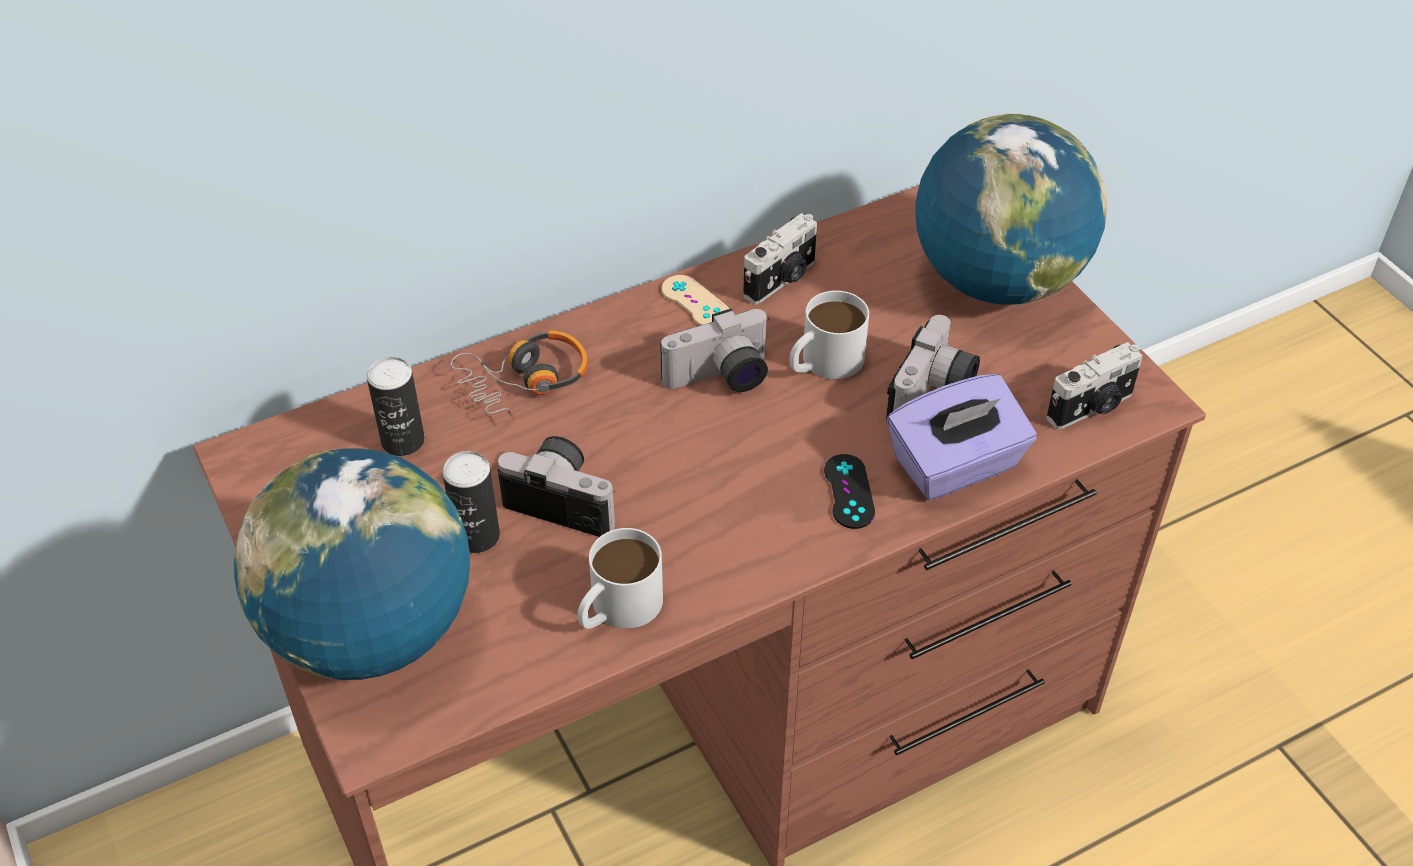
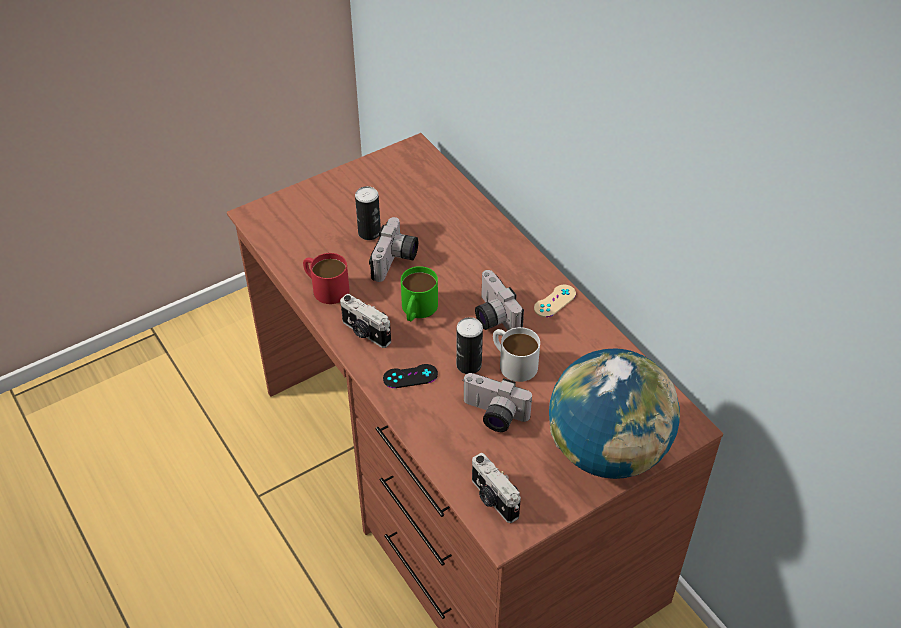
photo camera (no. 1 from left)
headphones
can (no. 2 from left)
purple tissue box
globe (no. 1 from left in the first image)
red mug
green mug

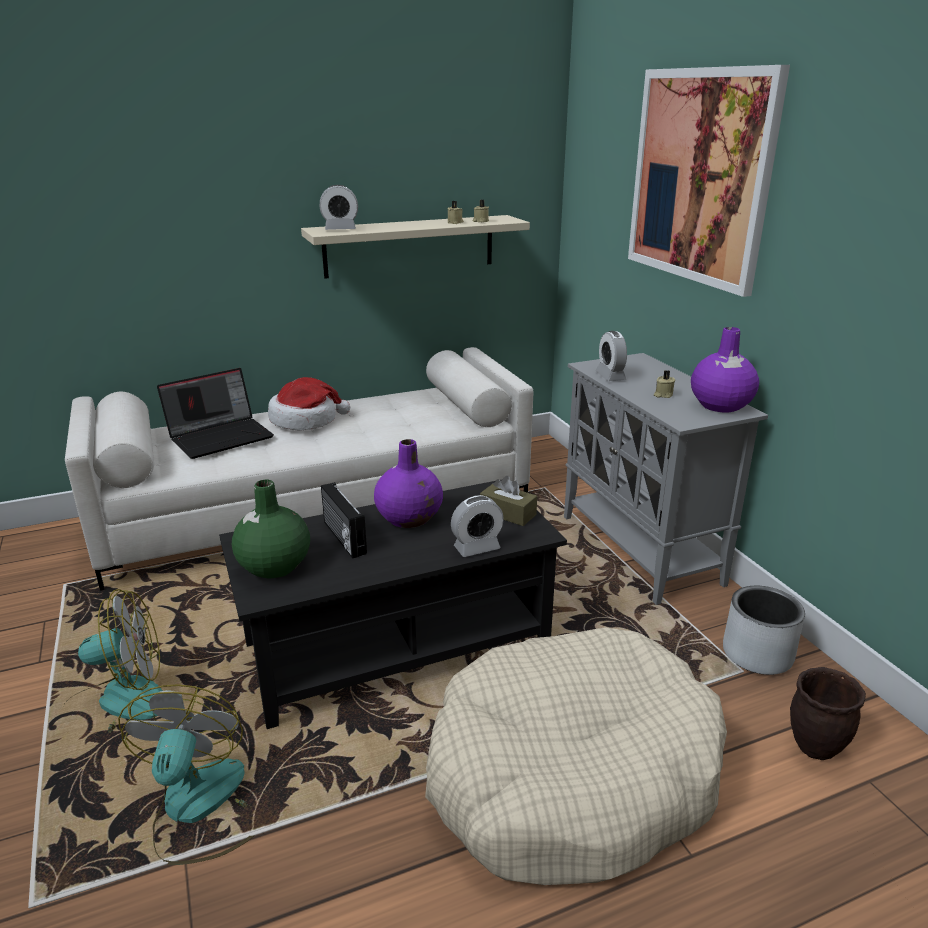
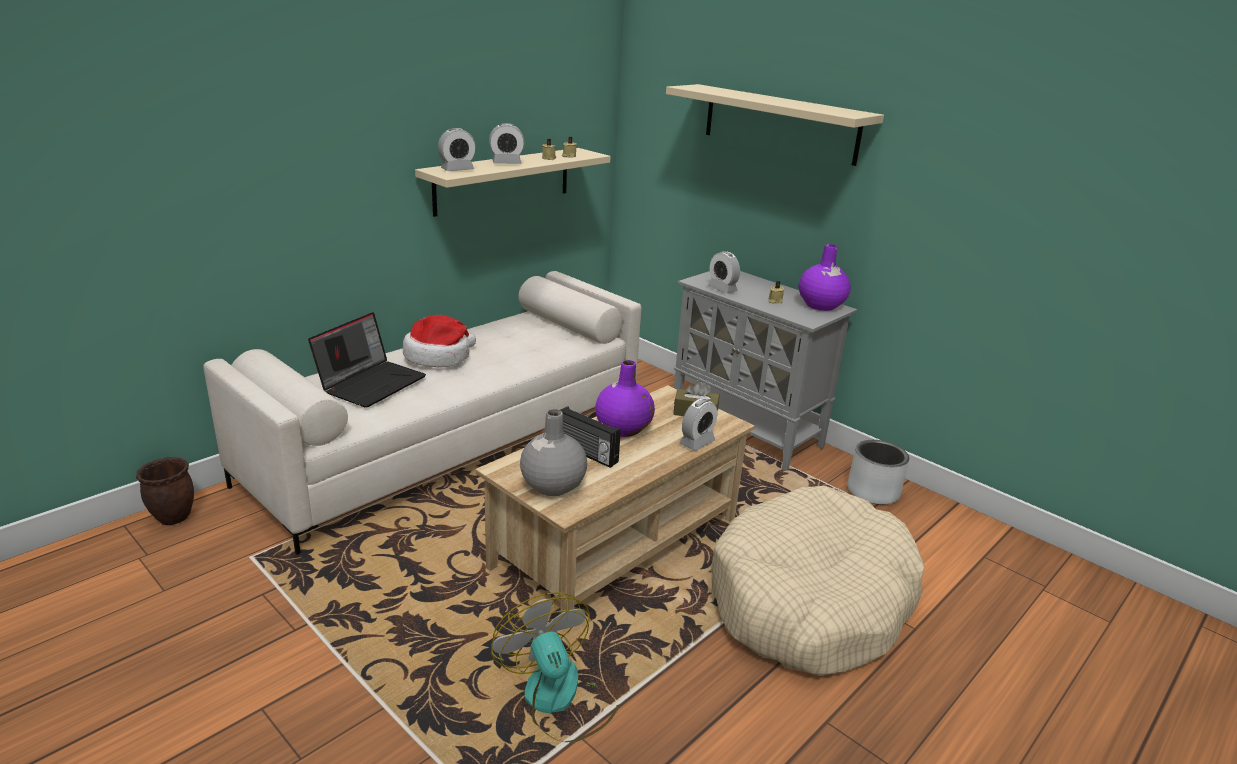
beige shelf (no. 2 from left)
beige coffee table
grey vase
fan (no. 1 from left in the first image)
brown planter
alarm clock (no. 2 from left)

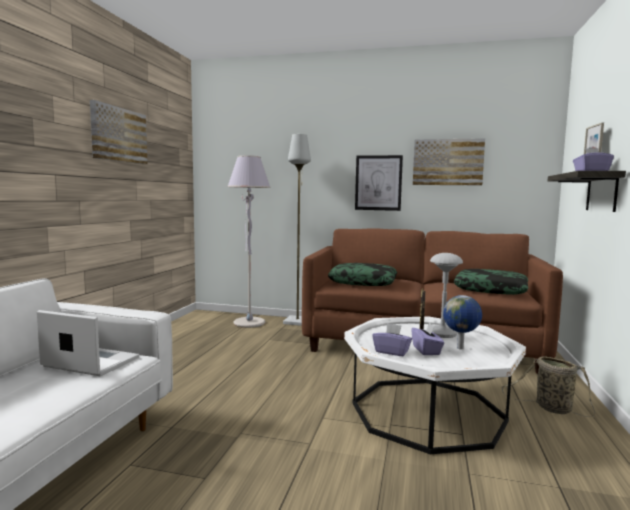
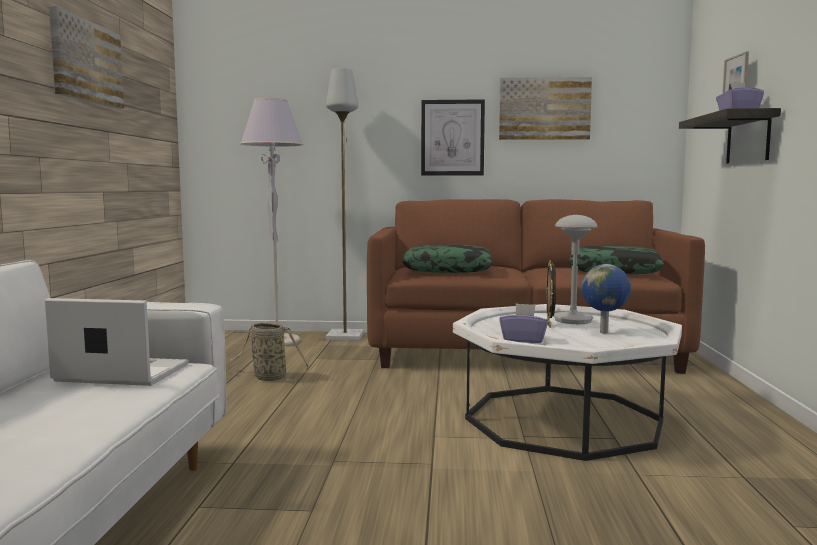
purple tissue box (no. 2 from left in the first image)
basket

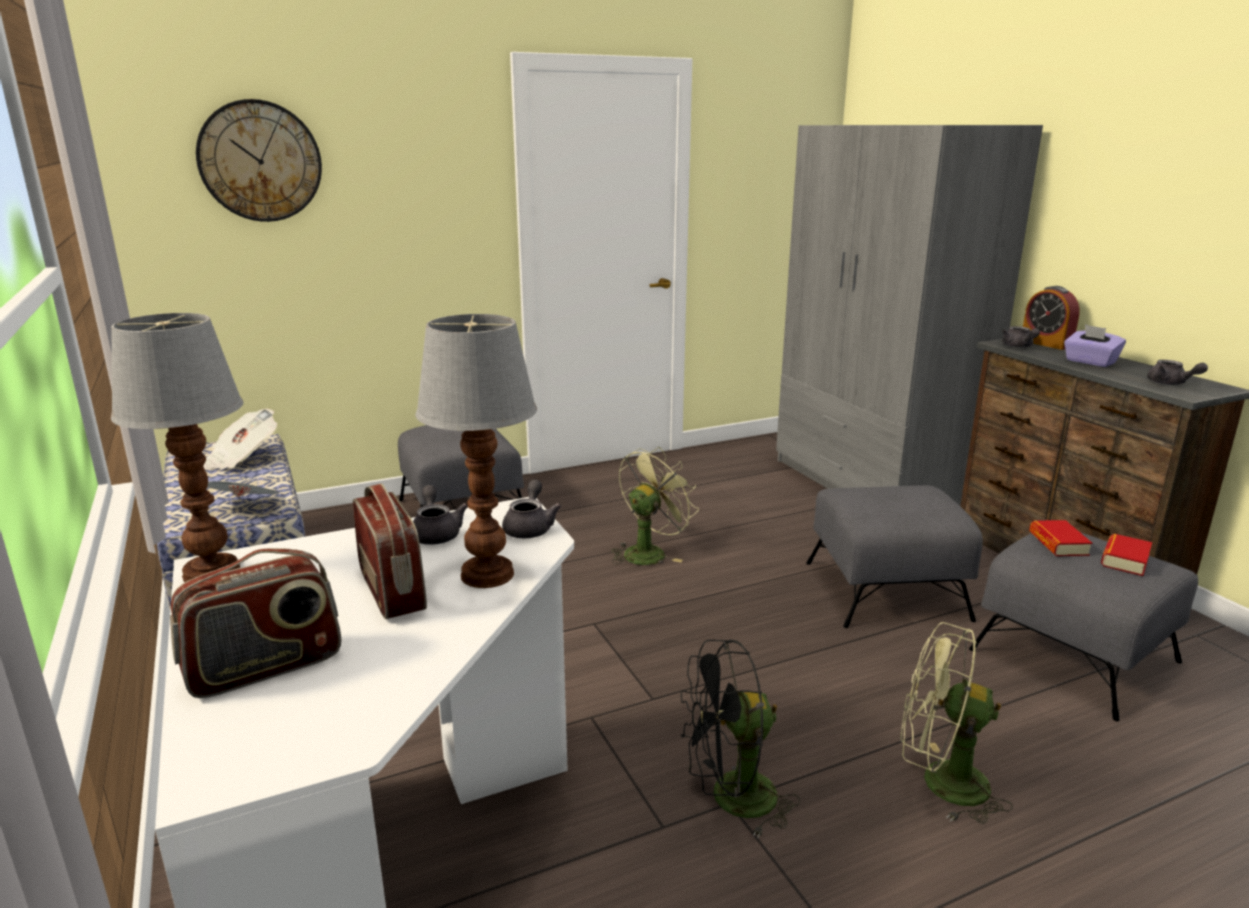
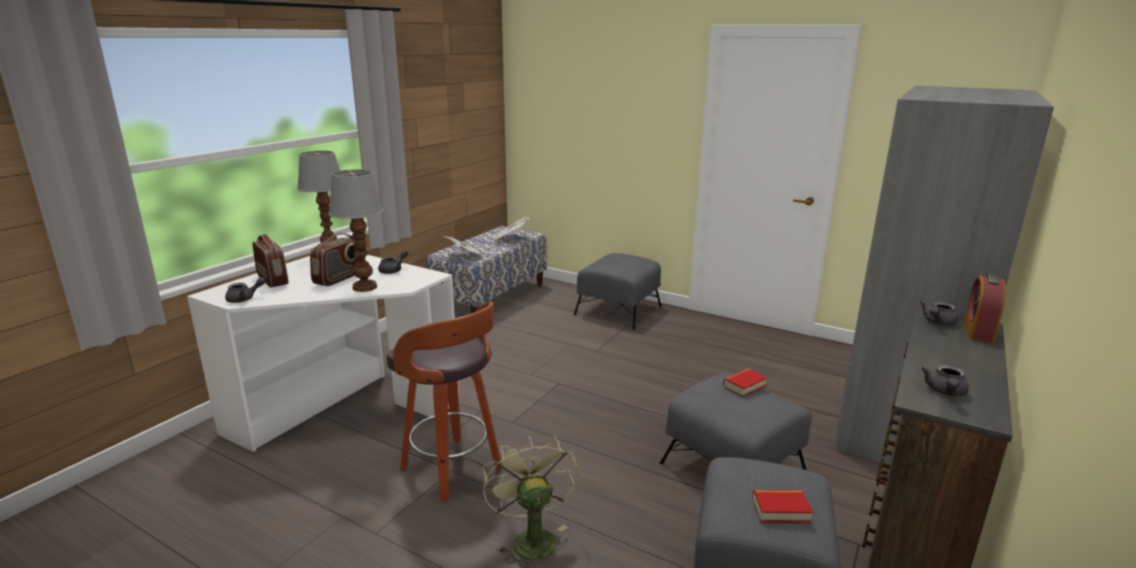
wall clock
purple tissue box
green fan (no. 1 from left in the first image)
grey teapot (no. 1 from left)
book (no. 1 from left)
radio (no. 1 from left)
stool

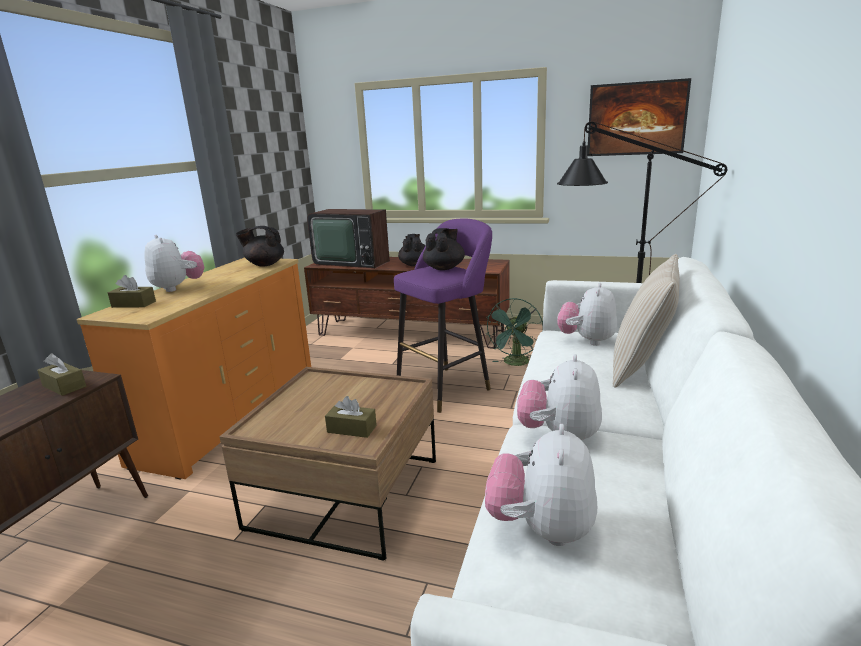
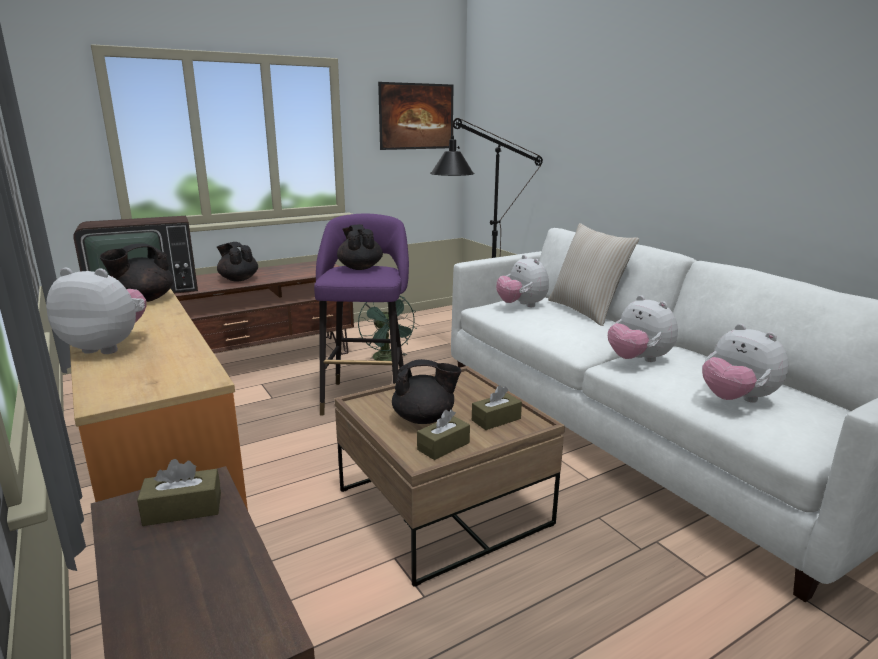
brown tissue box (no. 2 from left)
black teapot (no. 4 from left)

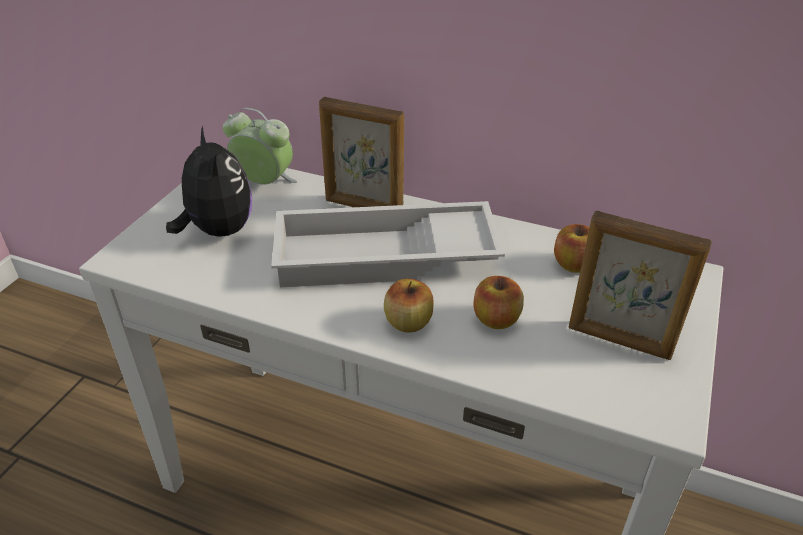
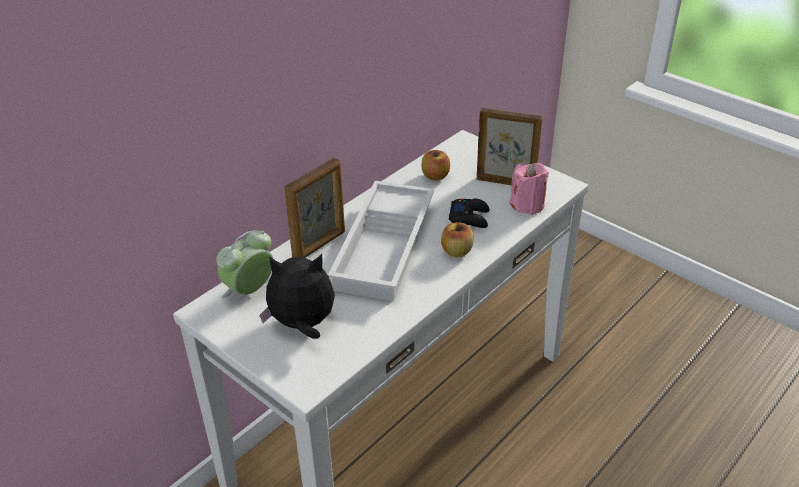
picture frame (no. 2 from left)
black game controller
pink candle

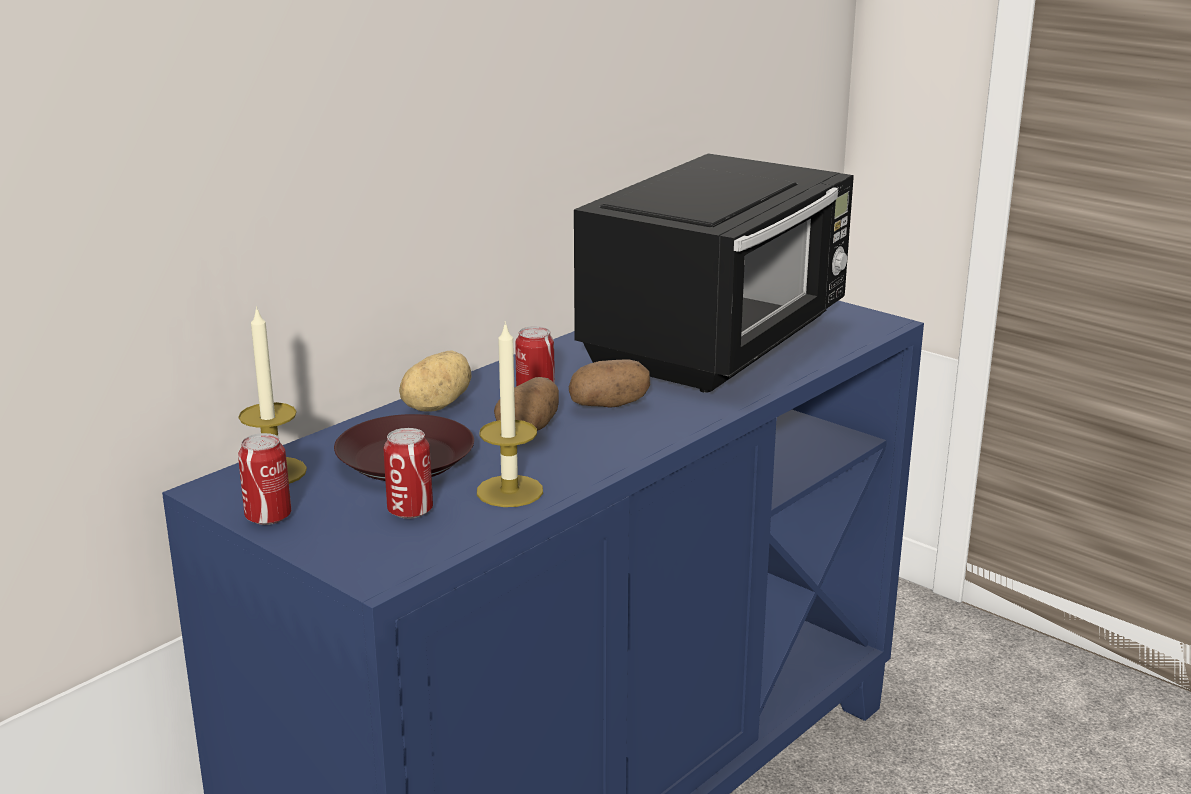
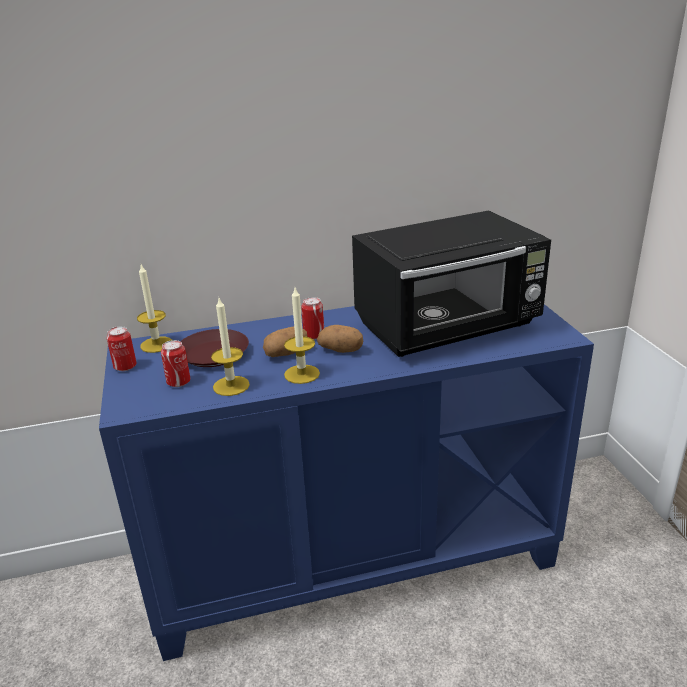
potato (no. 1 from left in the first image)
candle (no. 3 from left)

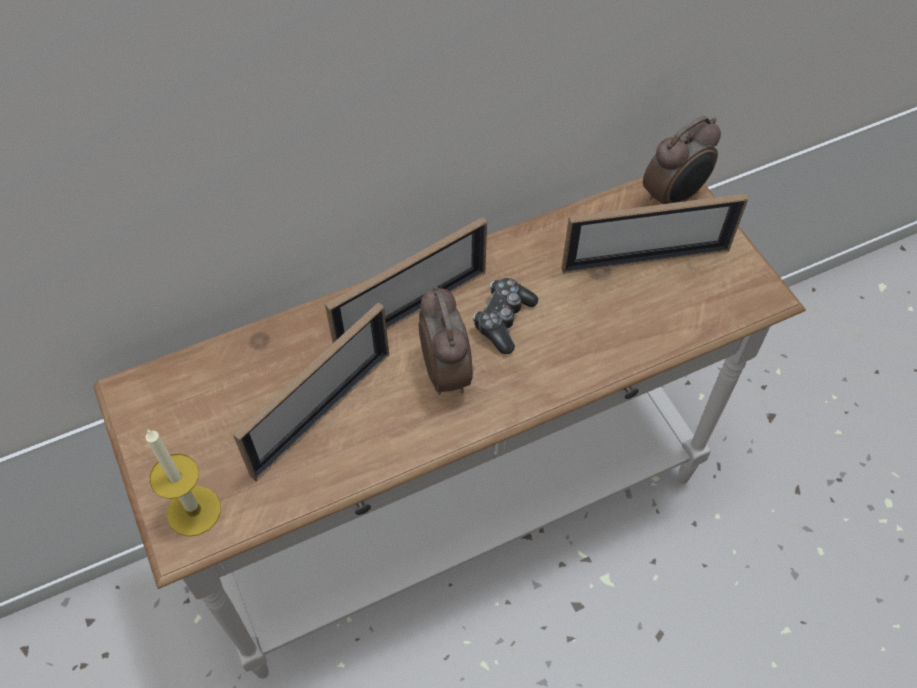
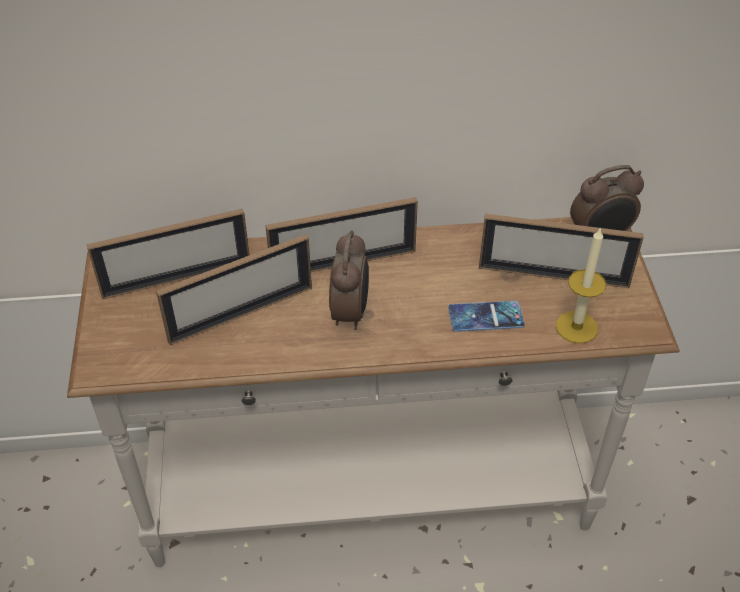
game controller
candle
picture frame (no. 1 from left)
phone

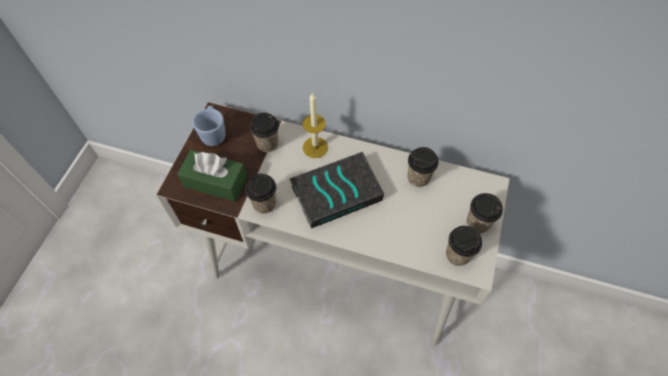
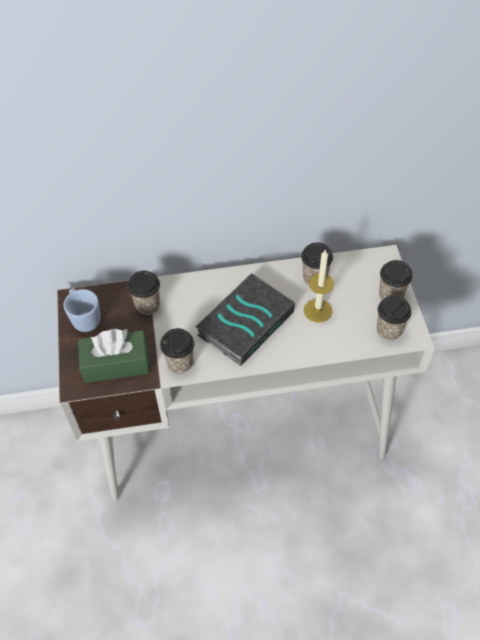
candle

